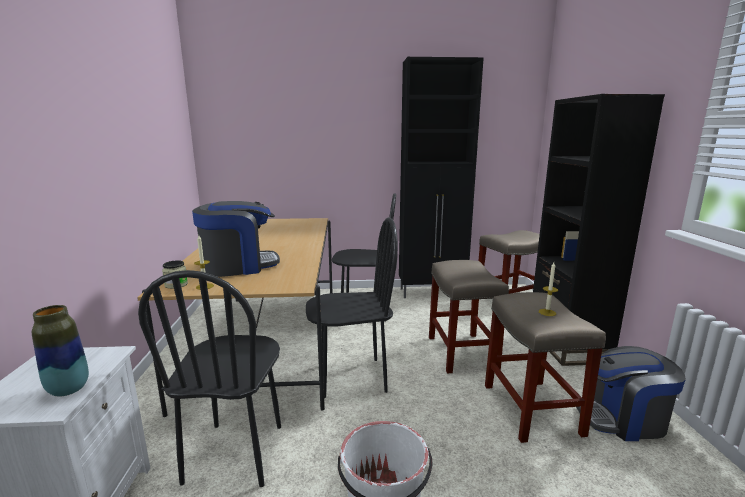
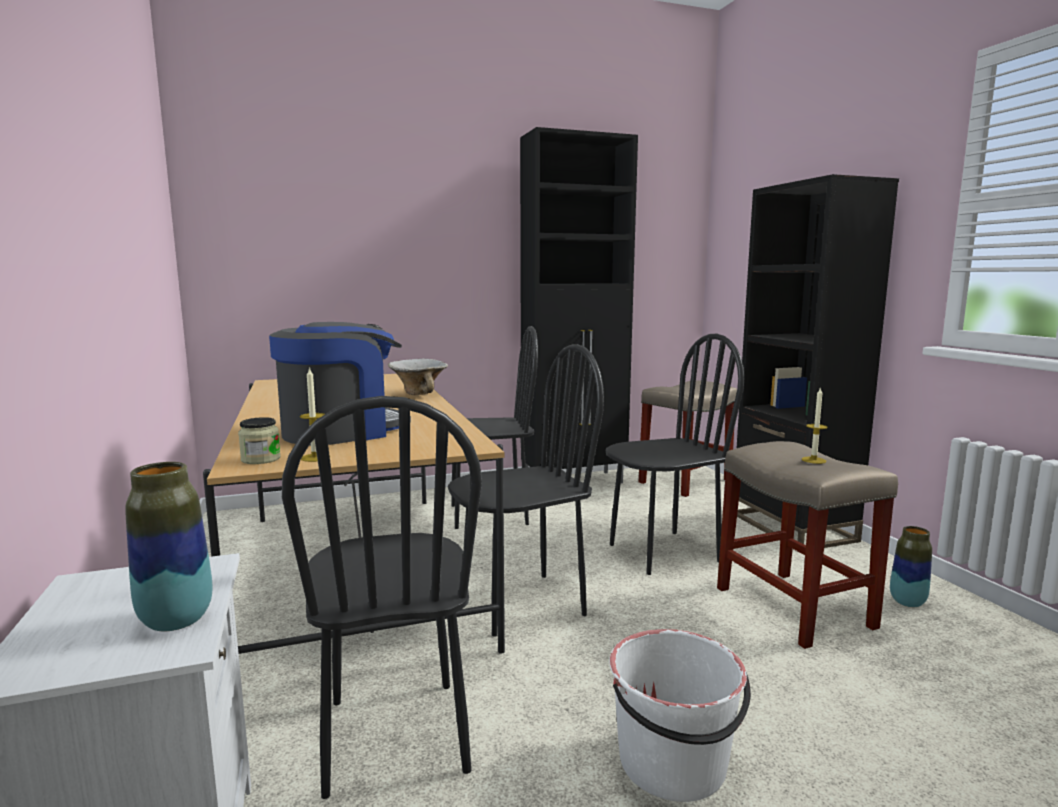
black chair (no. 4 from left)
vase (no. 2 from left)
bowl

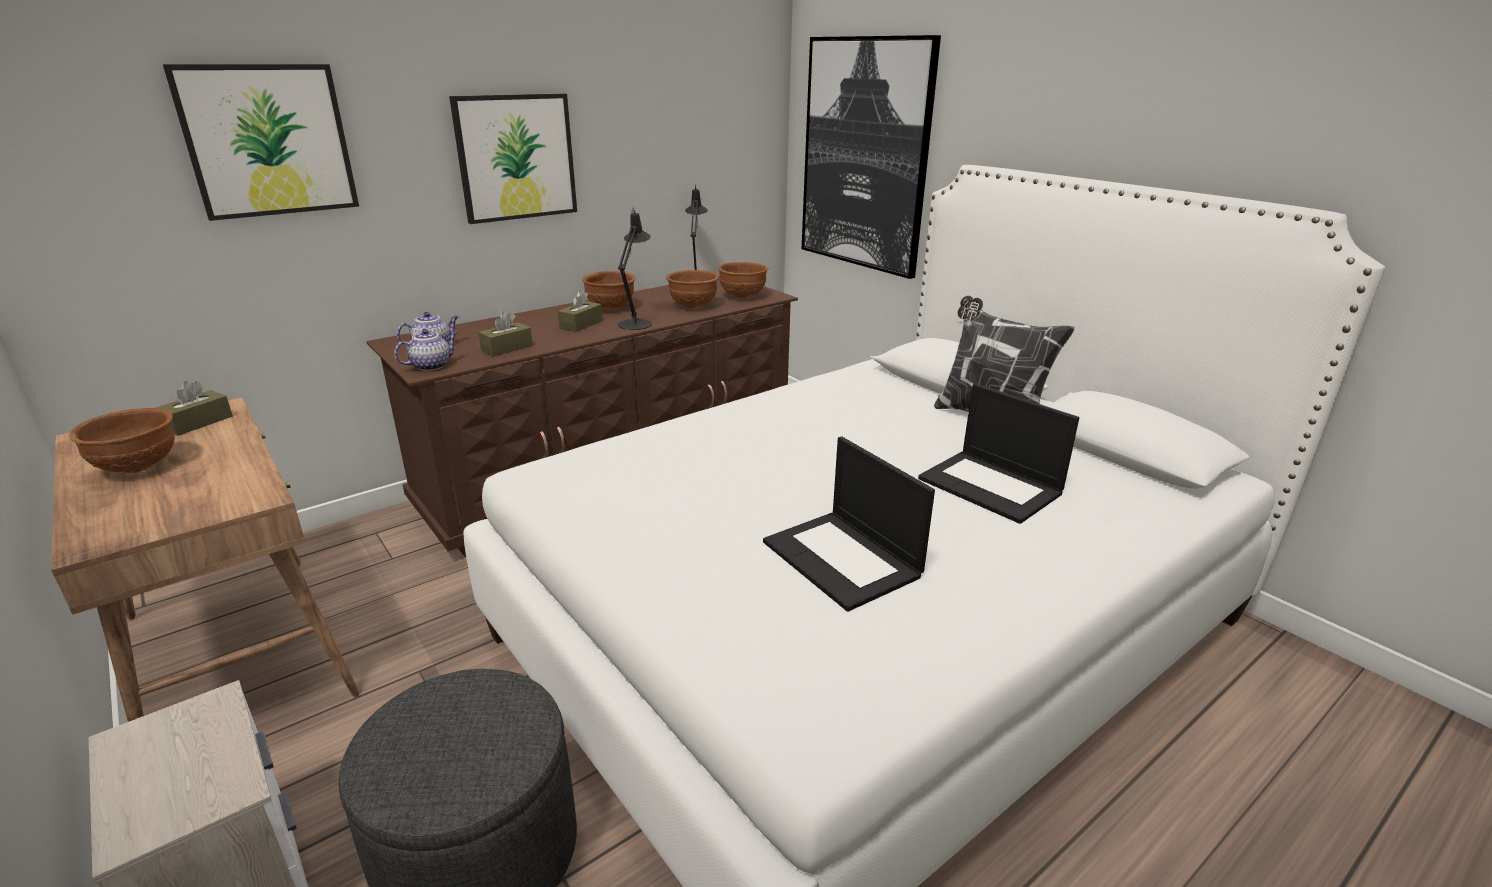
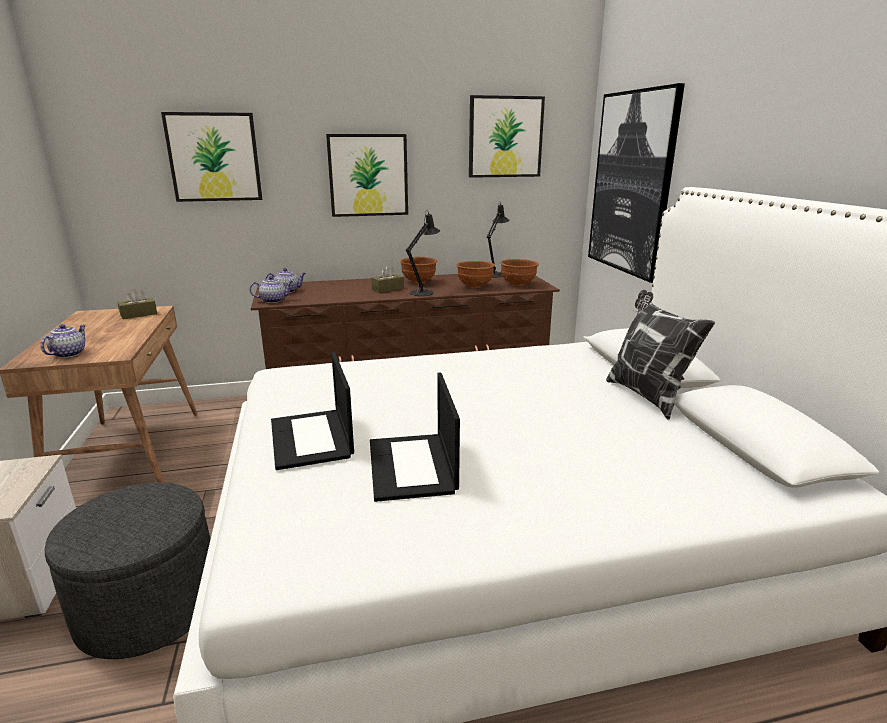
brown tissue box (no. 2 from left in the first image)
laptop (no. 1 from left)
brown bowl (no. 1 from left in the first image)
picture (no. 3 from left)
teapot (no. 1 from left)

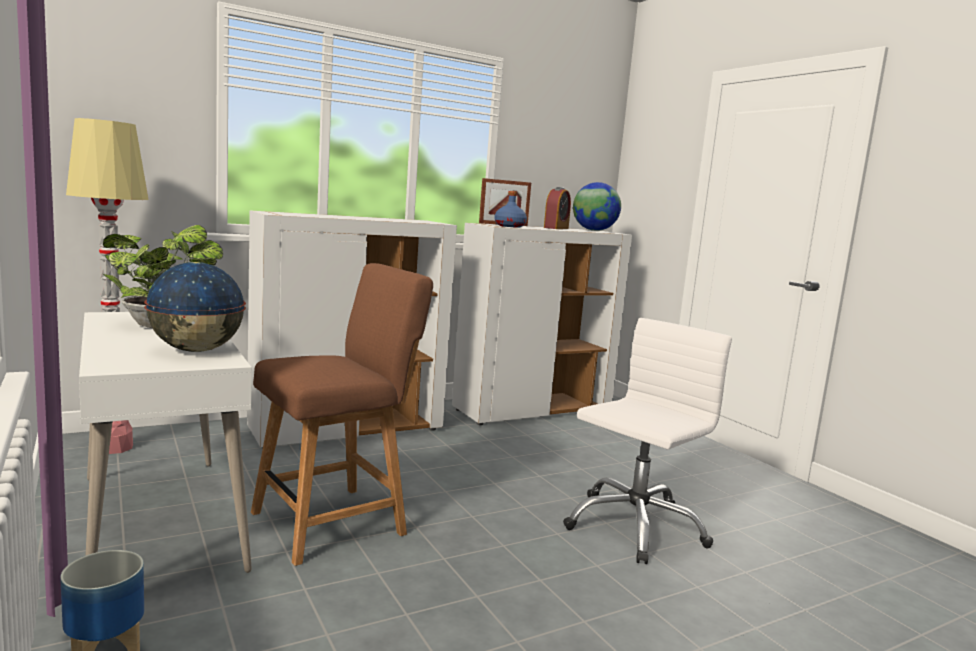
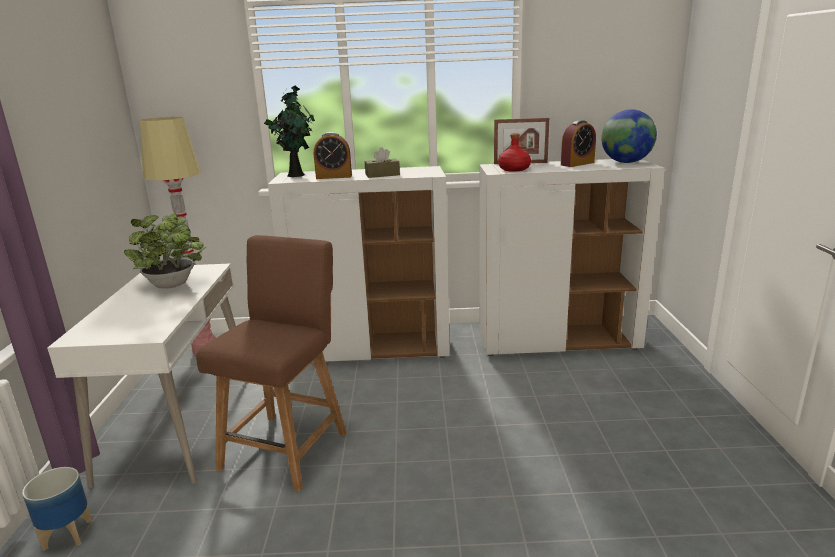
red bottle
globe (no. 1 from left in the first image)
brown chair
white office chair
potted plant (no. 2 from left)
alarm clock (no. 1 from left)
brown tissue box

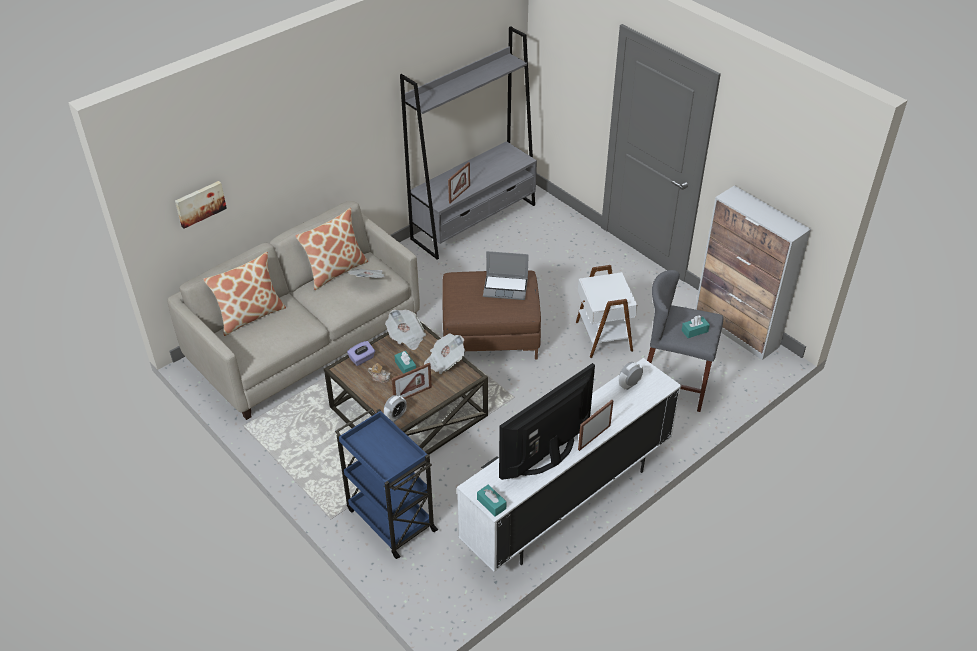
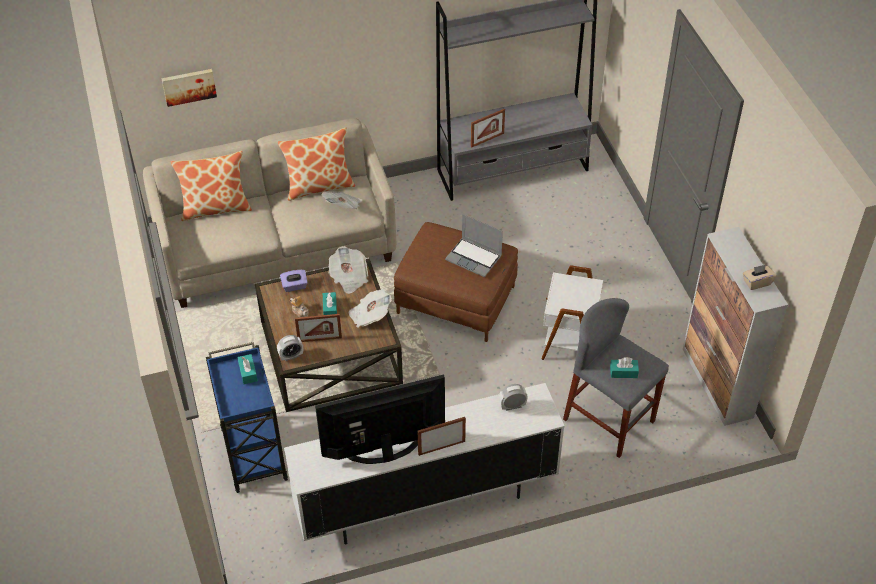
turquoise tissue box (no. 1 from left)
beige tissue box

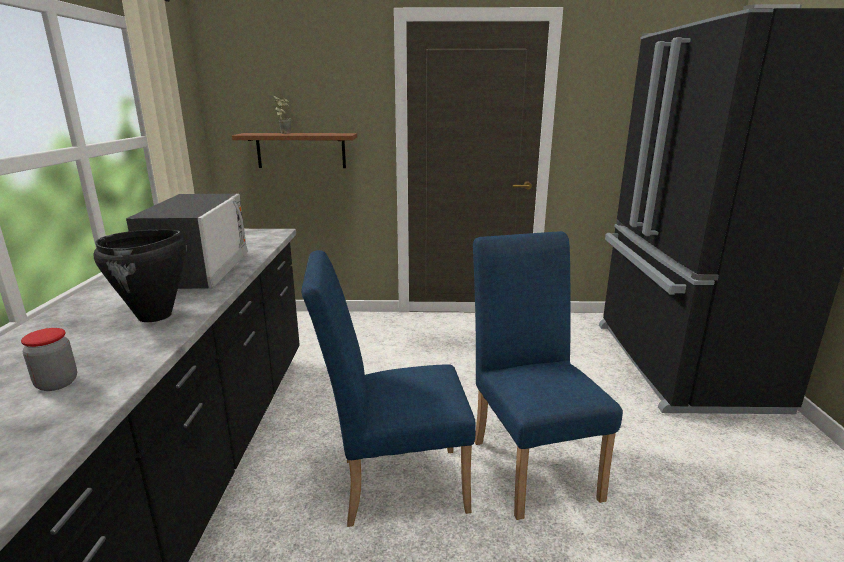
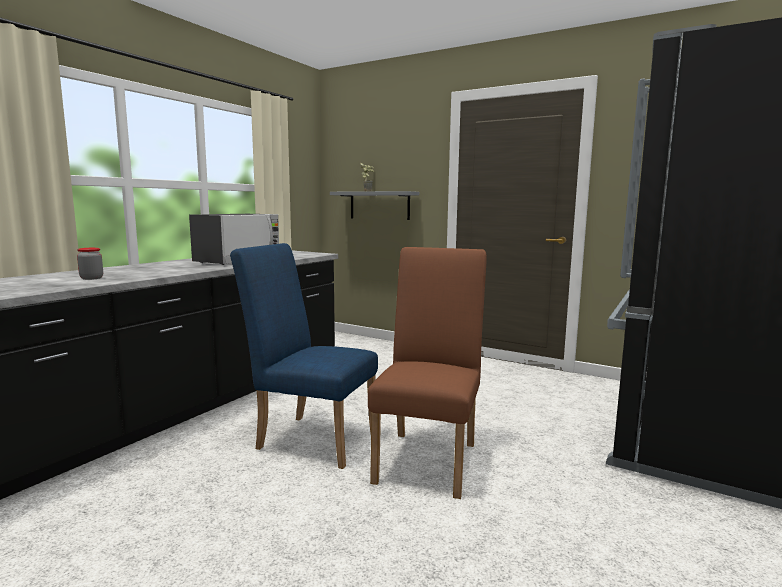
grey shelf
black cooking pot
brown chair

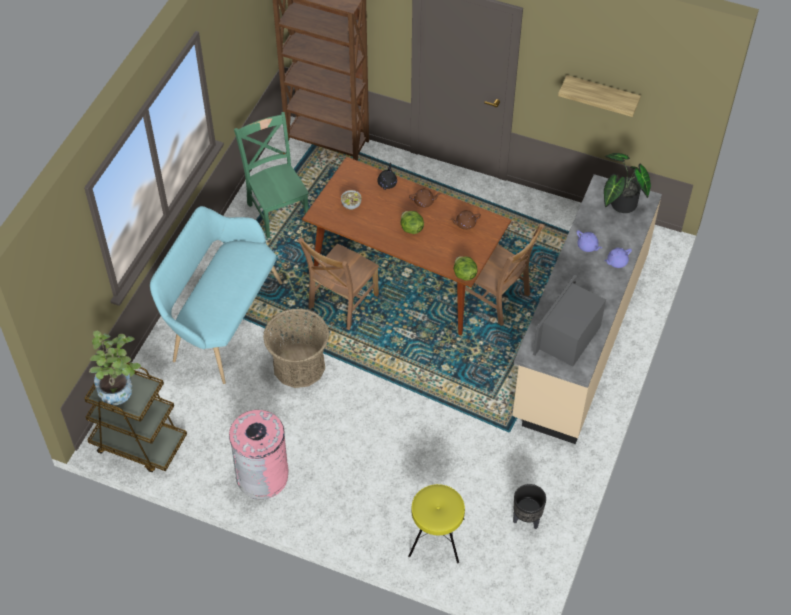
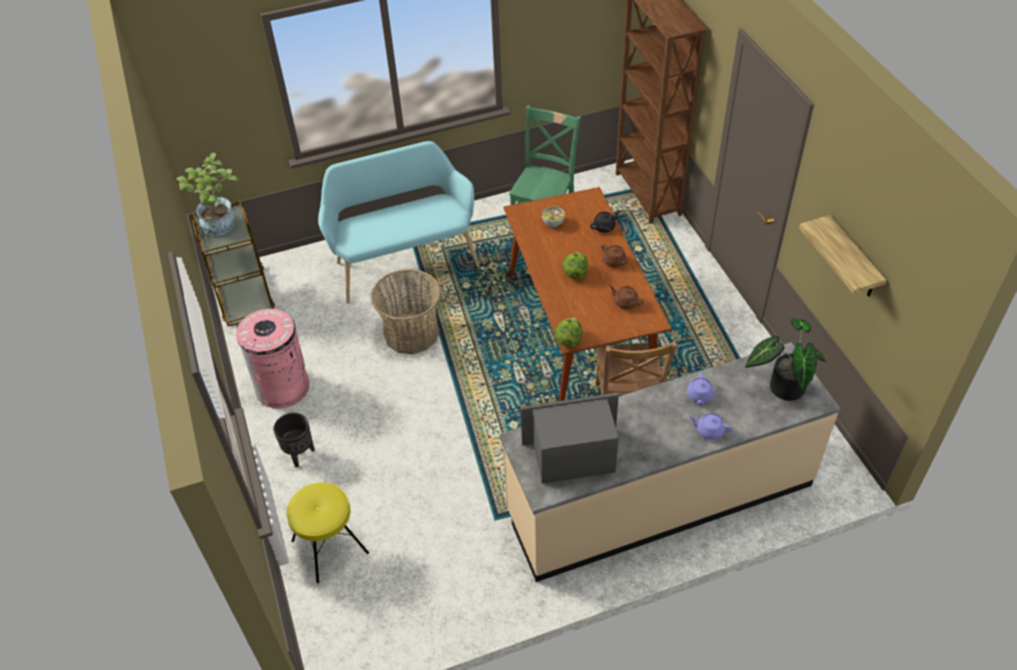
brown chair (no. 1 from left in the first image)
black planter

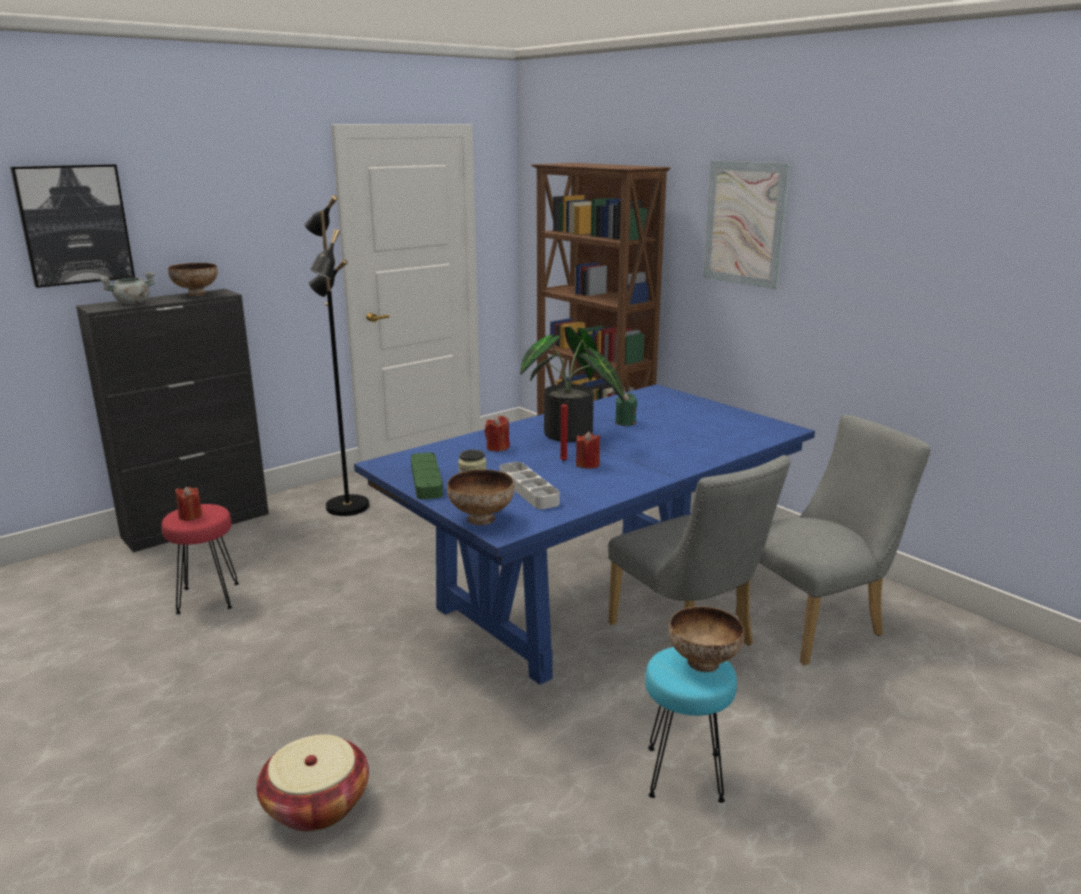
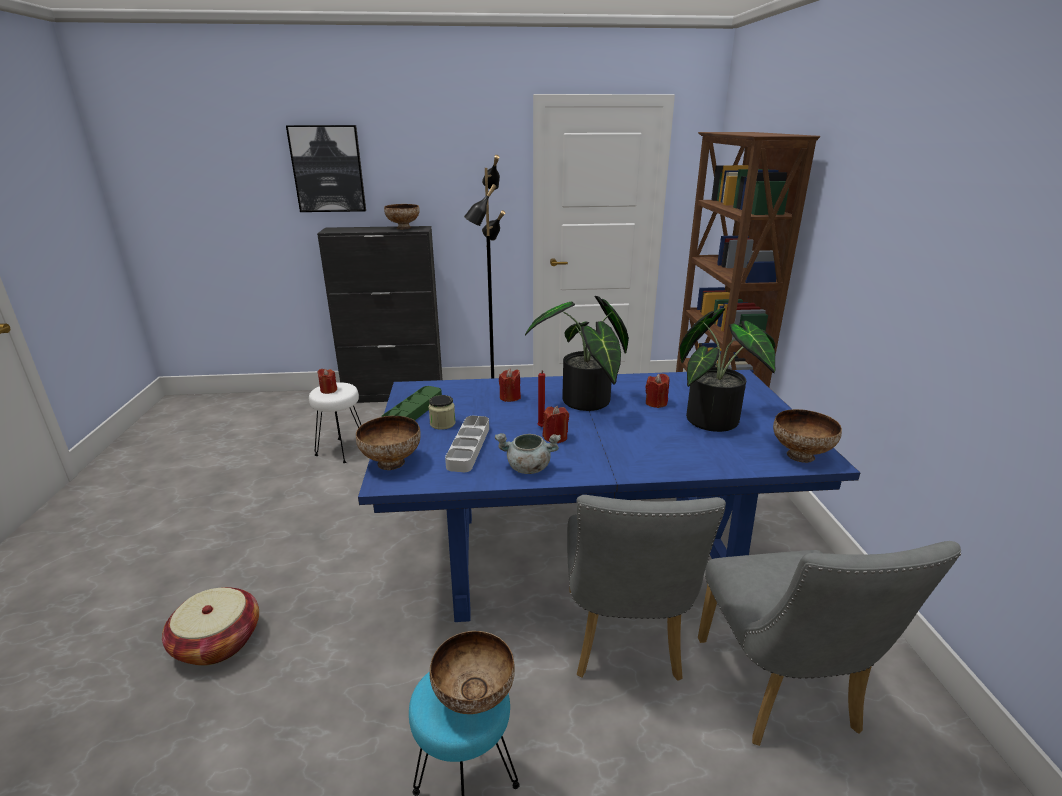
picture (no. 2 from left in the first image)
grey cooking pot
red candle (no. 5 from left)
grey chair (no. 2 from left)
white stool
potted plant (no. 2 from left)
bowl (no. 4 from left)

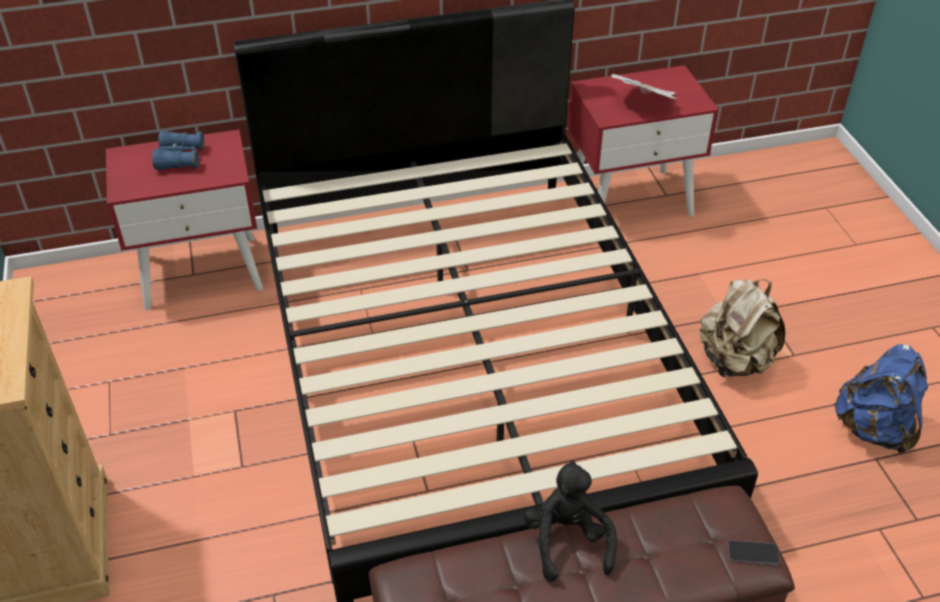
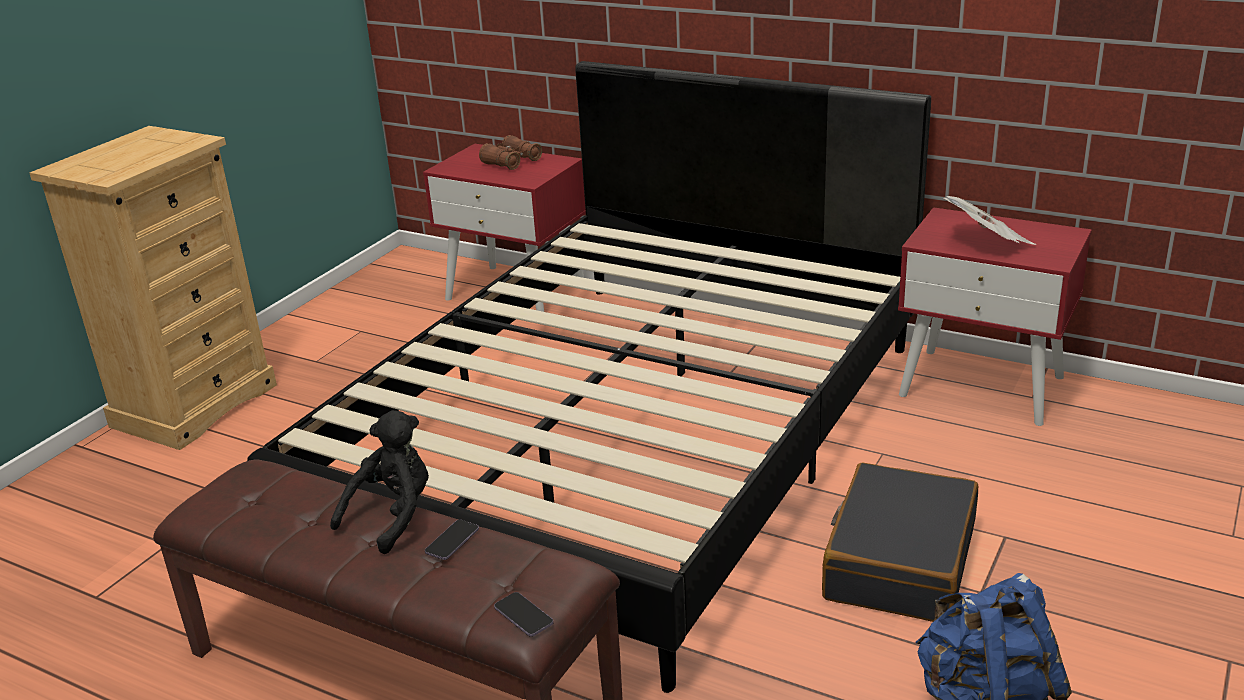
brown binoculars
black suitcase
phone (no. 1 from left)

